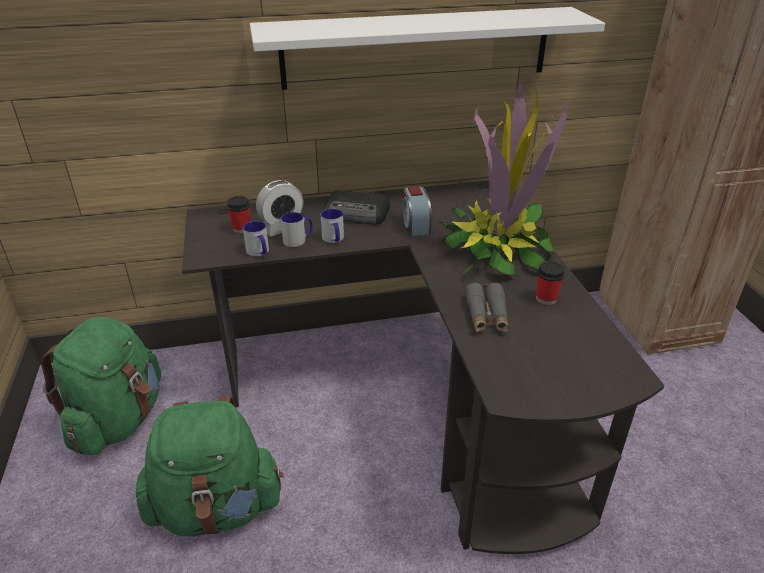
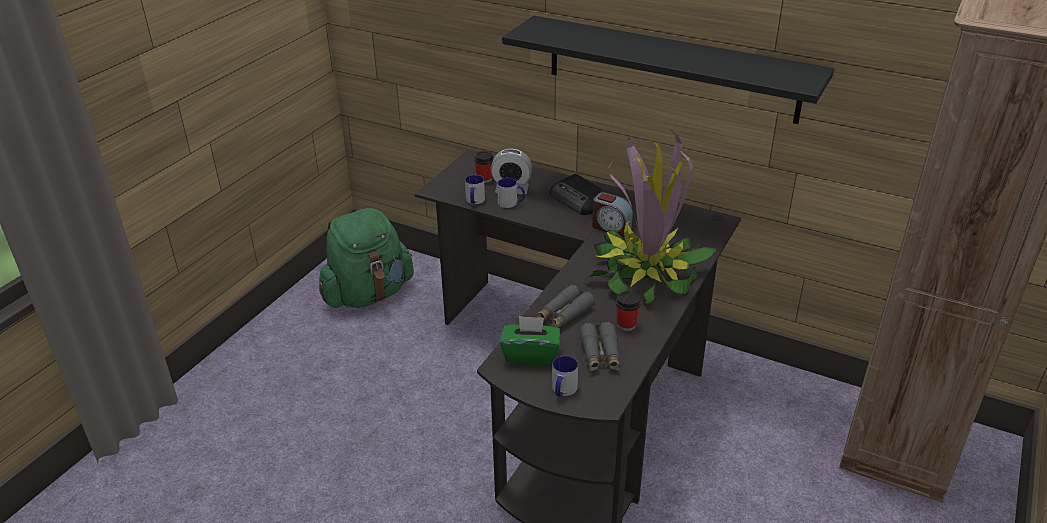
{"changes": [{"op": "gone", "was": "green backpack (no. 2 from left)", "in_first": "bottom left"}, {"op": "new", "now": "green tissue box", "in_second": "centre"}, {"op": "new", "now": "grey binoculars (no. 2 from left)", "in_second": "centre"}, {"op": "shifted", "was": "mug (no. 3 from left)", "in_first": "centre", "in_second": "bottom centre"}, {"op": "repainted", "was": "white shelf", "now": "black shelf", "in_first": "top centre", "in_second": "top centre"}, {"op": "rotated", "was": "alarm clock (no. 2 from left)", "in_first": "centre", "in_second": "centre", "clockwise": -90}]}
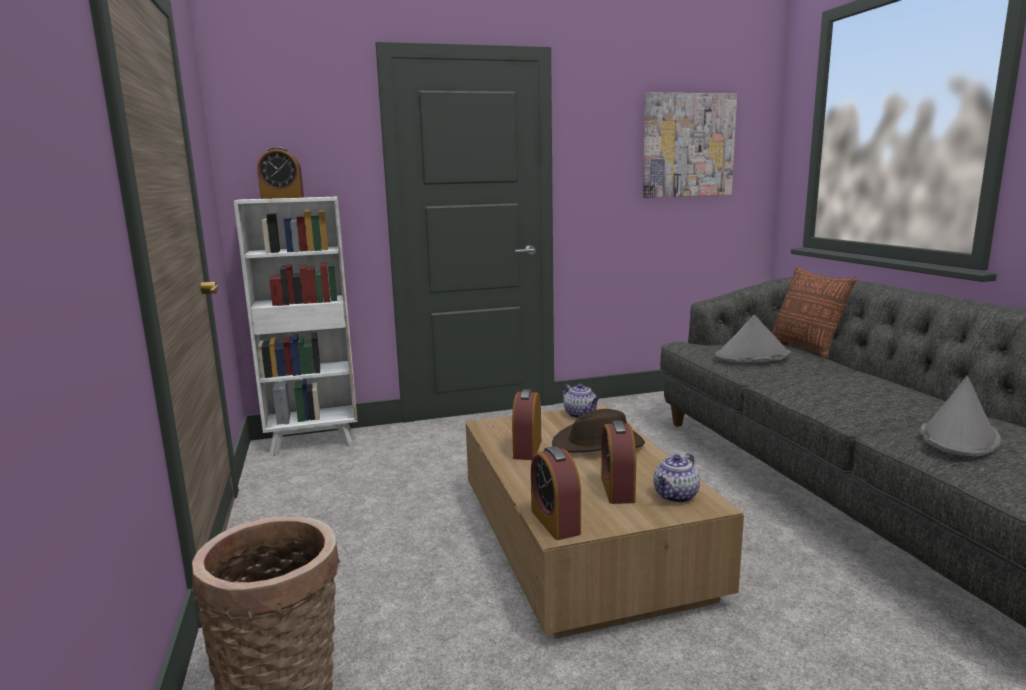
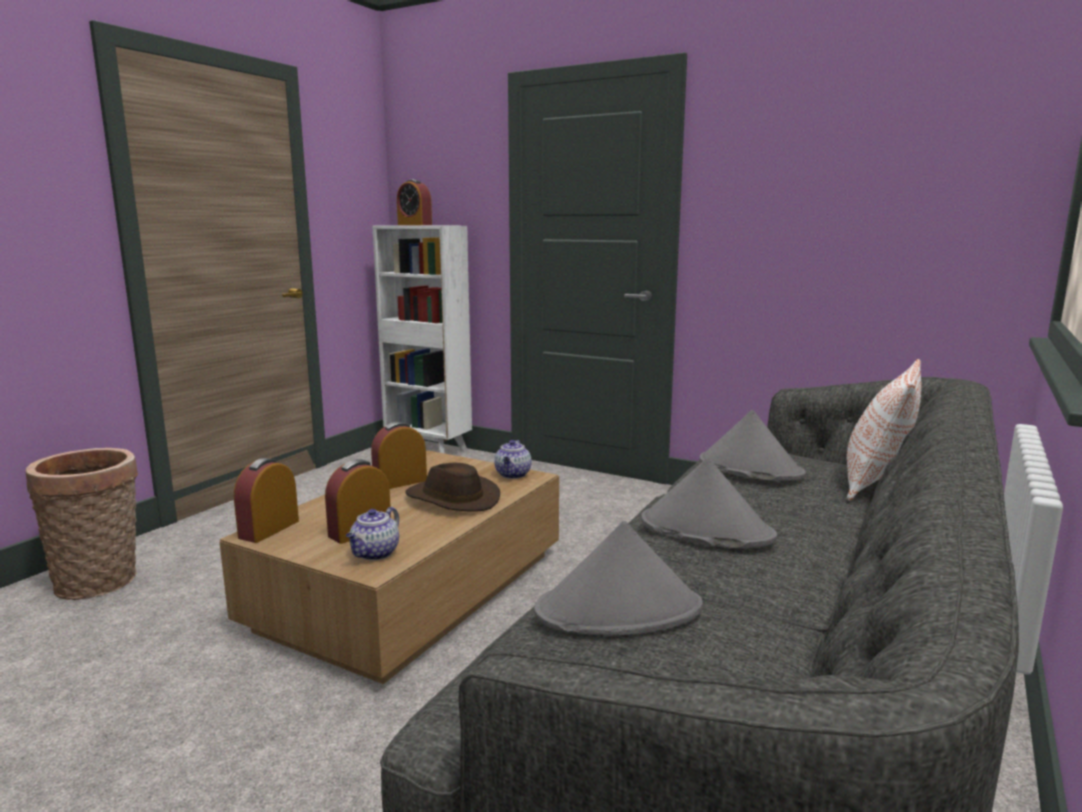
{"changes": [{"op": "gone", "was": "picture", "in_first": "top right"}, {"op": "new", "now": "grey hat (no. 2 from left)", "in_second": "centre"}, {"op": "repainted", "was": "brown pillow", "now": "white pillow", "in_first": "middle right", "in_second": "middle right"}, {"op": "rotated", "was": "teapot (no. 2 from left in the first image)", "in_first": "bottom centre", "in_second": "centre", "clockwise": -60}]}
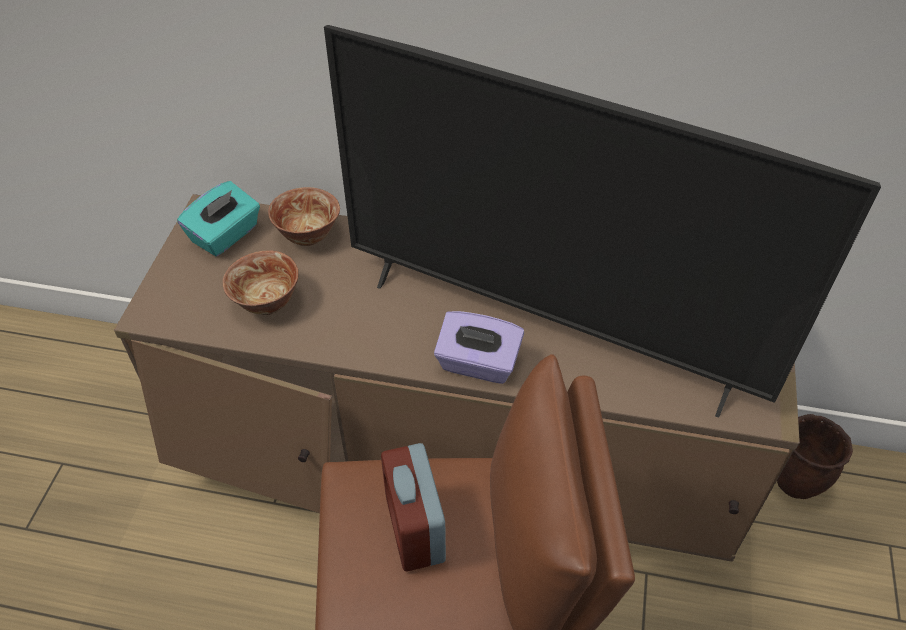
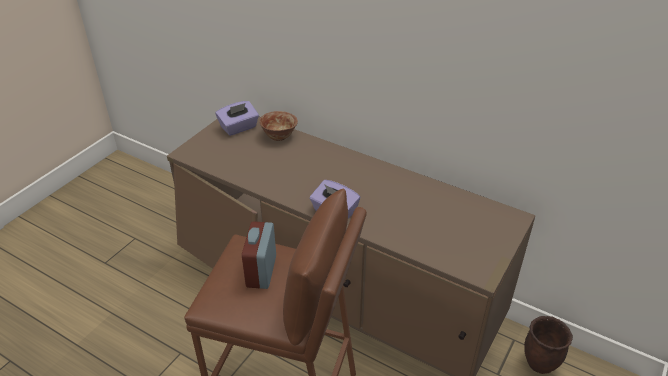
{"changes": [{"op": "gone", "was": "bowl (no. 1 from left)", "in_first": "middle left"}, {"op": "gone", "was": "television", "in_first": "centre"}, {"op": "repainted", "was": "turquoise tissue box", "now": "purple tissue box (no. 1 from left)", "in_first": "middle left", "in_second": "top centre"}]}
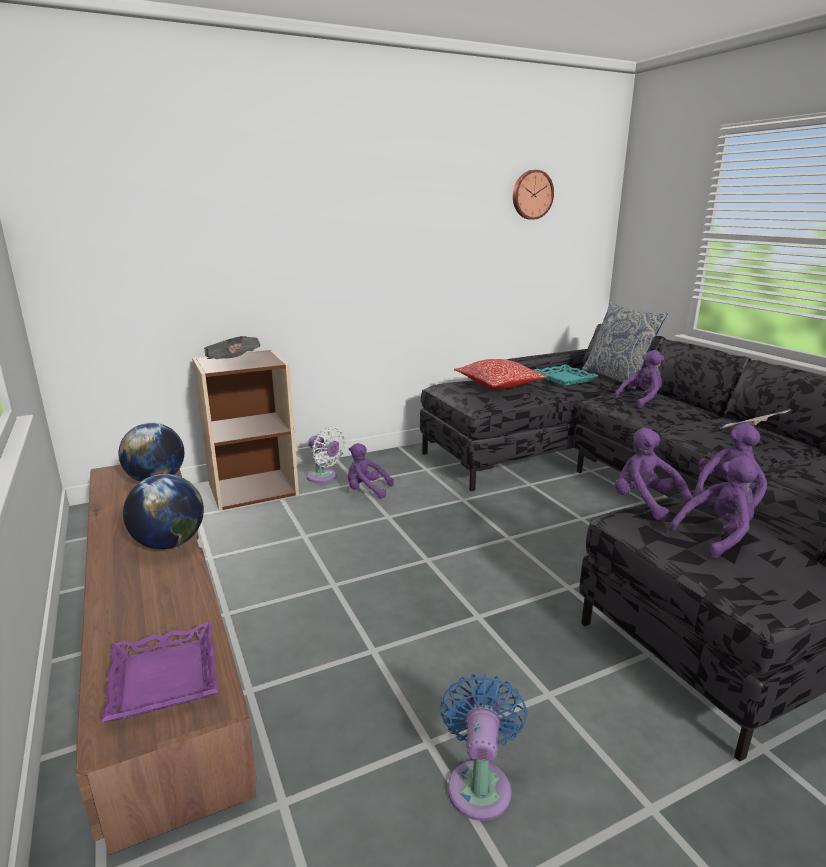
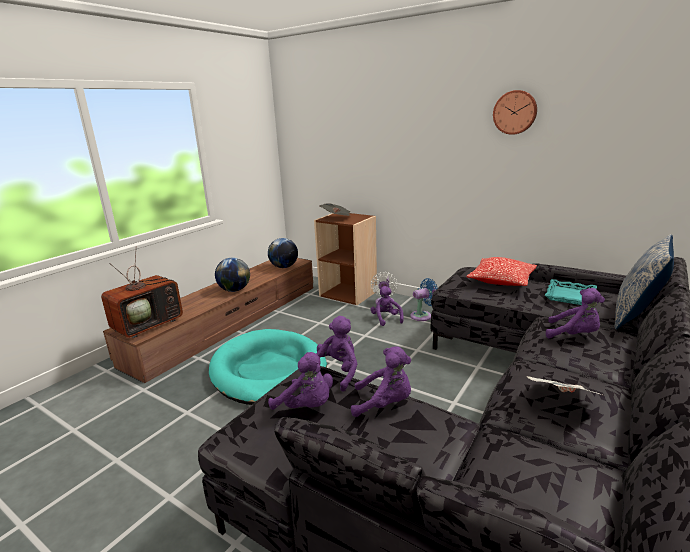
{"changes": [{"op": "new", "now": "turquoise dog bed", "in_second": "centre"}, {"op": "shifted", "was": "blue fan", "in_first": "bottom centre", "in_second": "centre"}, {"op": "shifted", "was": "wall clock", "in_first": "top centre", "in_second": "top right"}, {"op": "swapped", "was": "purple tray", "now": "television", "in_first": "bottom left", "in_second": "middle left"}]}
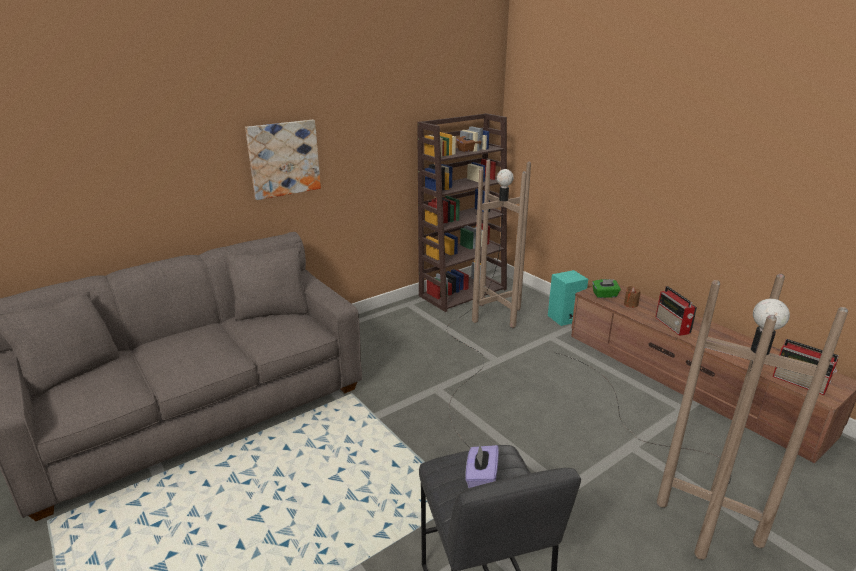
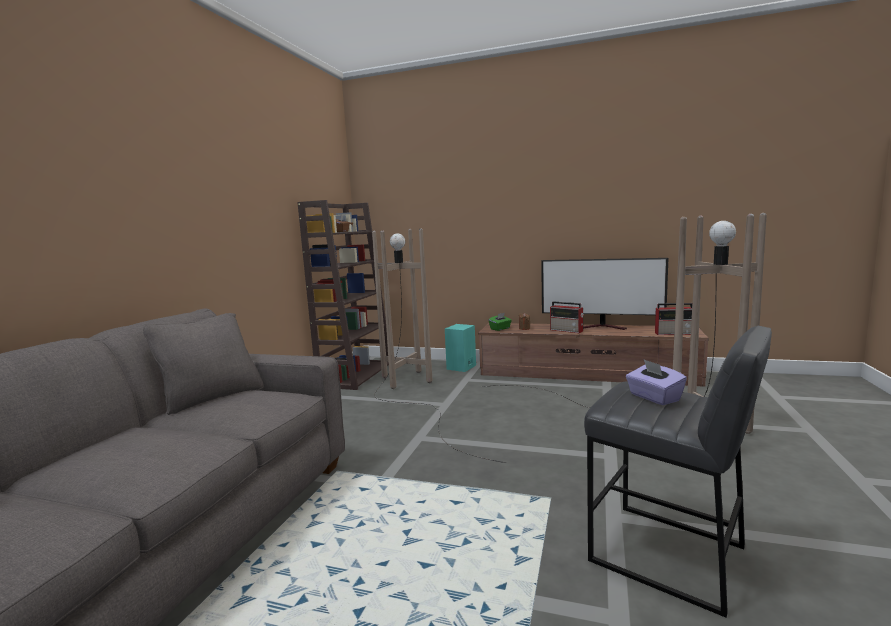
{"changes": [{"op": "gone", "was": "picture", "in_first": "top left"}, {"op": "new", "now": "television", "in_second": "middle right"}]}
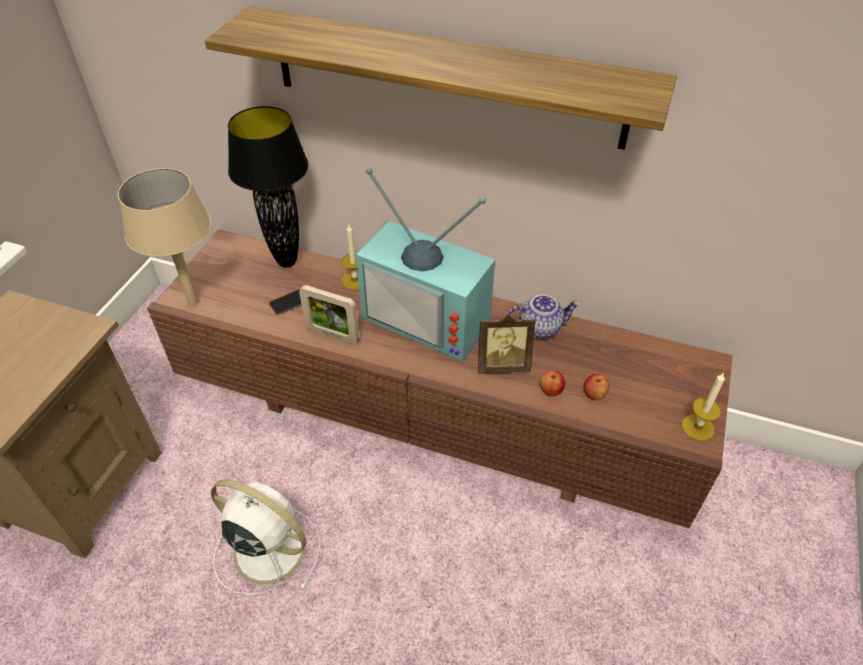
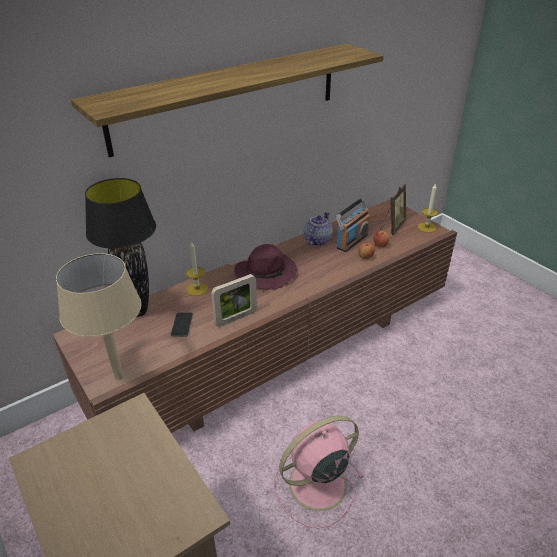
{"changes": [{"op": "new", "now": "radio", "in_second": "centre"}, {"op": "shifted", "was": "picture frame (no. 2 from left)", "in_first": "centre", "in_second": "middle right"}, {"op": "swapped", "was": "television", "now": "purple hat", "in_first": "centre", "in_second": "centre"}, {"op": "repainted", "was": "white fan", "now": "pink fan", "in_first": "bottom left", "in_second": "bottom centre"}]}
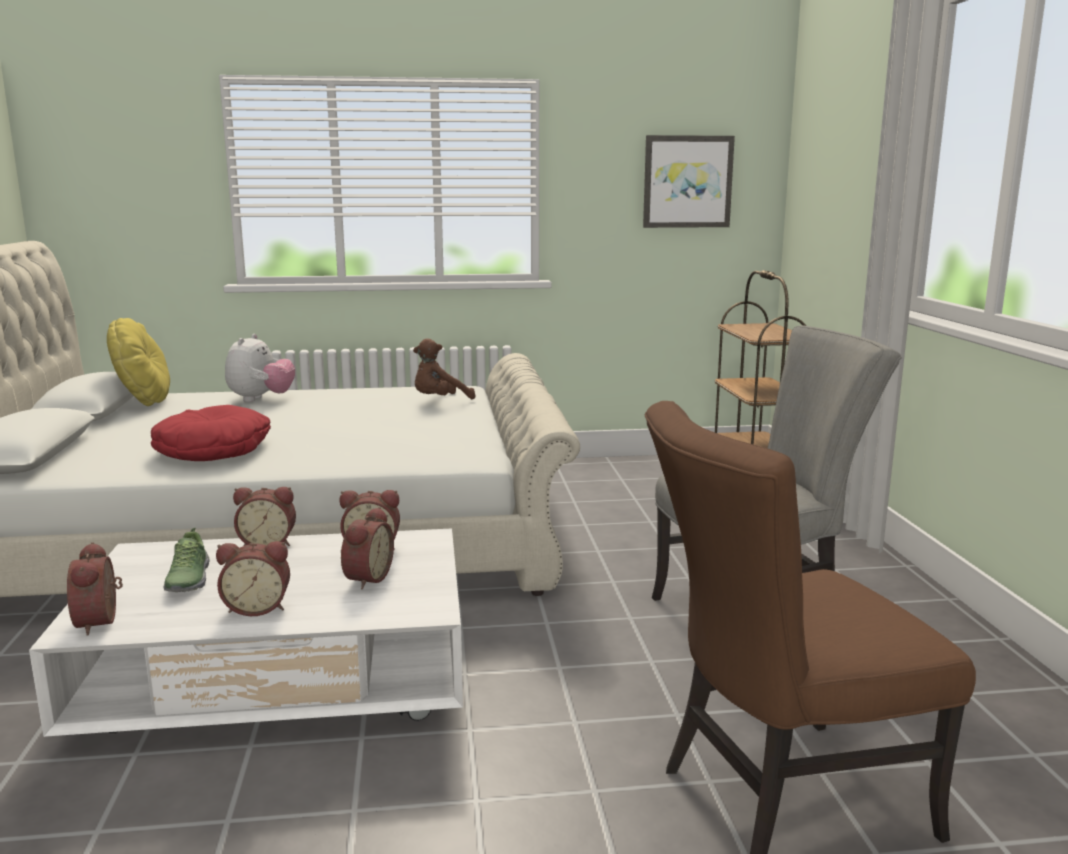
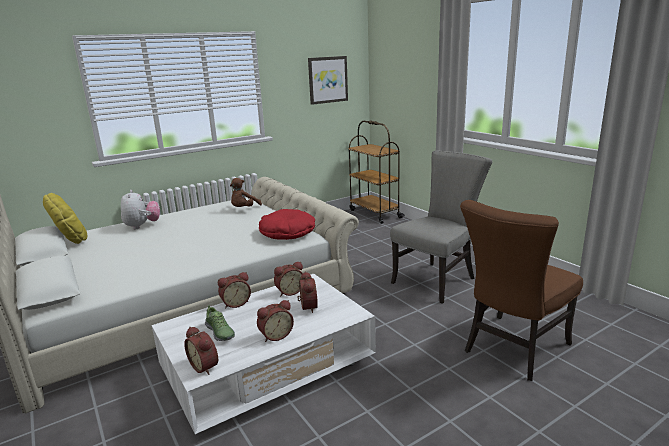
{"changes": [{"op": "shifted", "was": "red pillow", "in_first": "middle left", "in_second": "centre"}]}
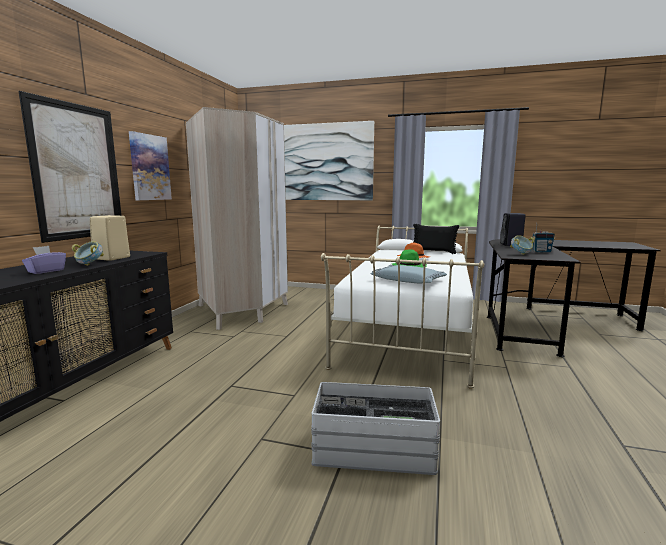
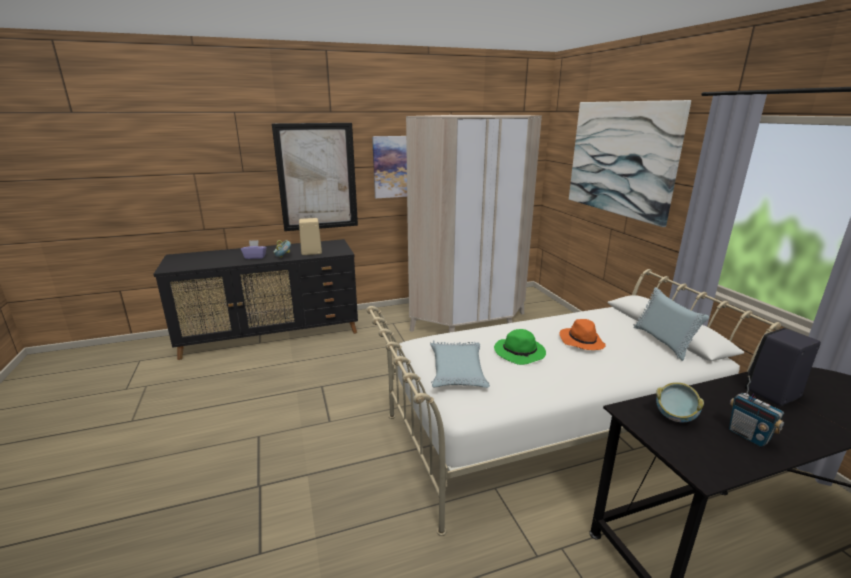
{"changes": [{"op": "gone", "was": "grey storage box", "in_first": "bottom centre"}, {"op": "repainted", "was": "black pillow", "now": "blue pillow (no. 2 from left)", "in_first": "centre", "in_second": "middle right"}]}
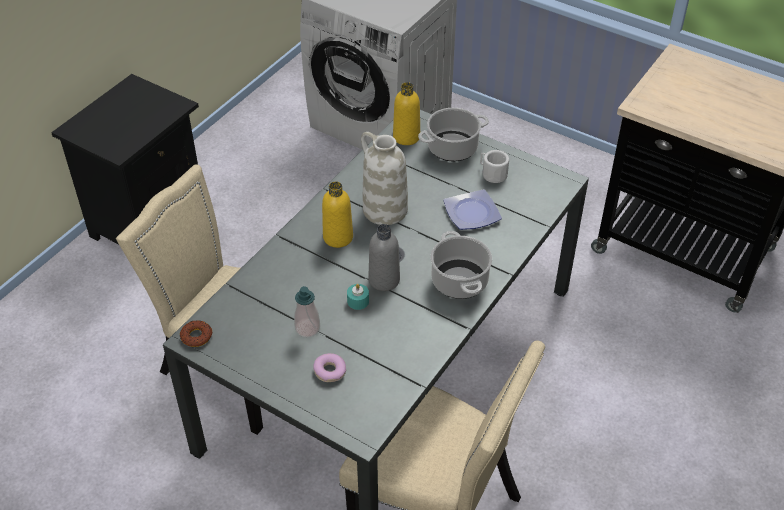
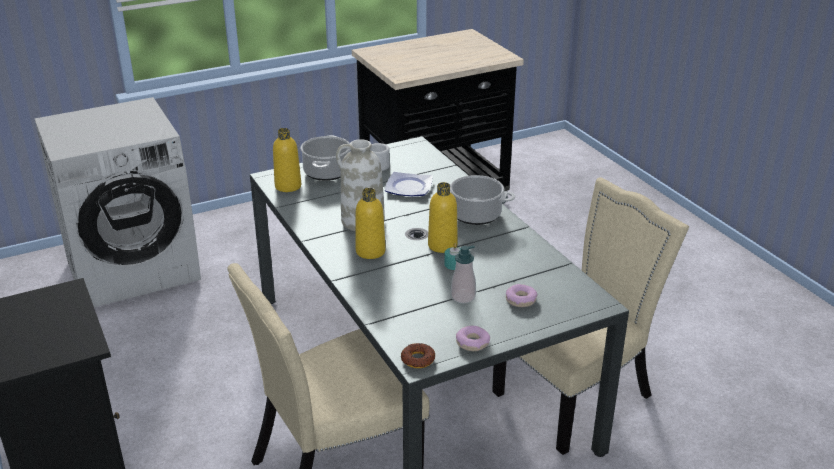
{"changes": [{"op": "new", "now": "donut (no. 2 from left)", "in_second": "bottom centre"}, {"op": "repainted", "was": "grey bottle", "now": "yellow bottle (no. 3 from left)", "in_first": "centre", "in_second": "centre"}]}
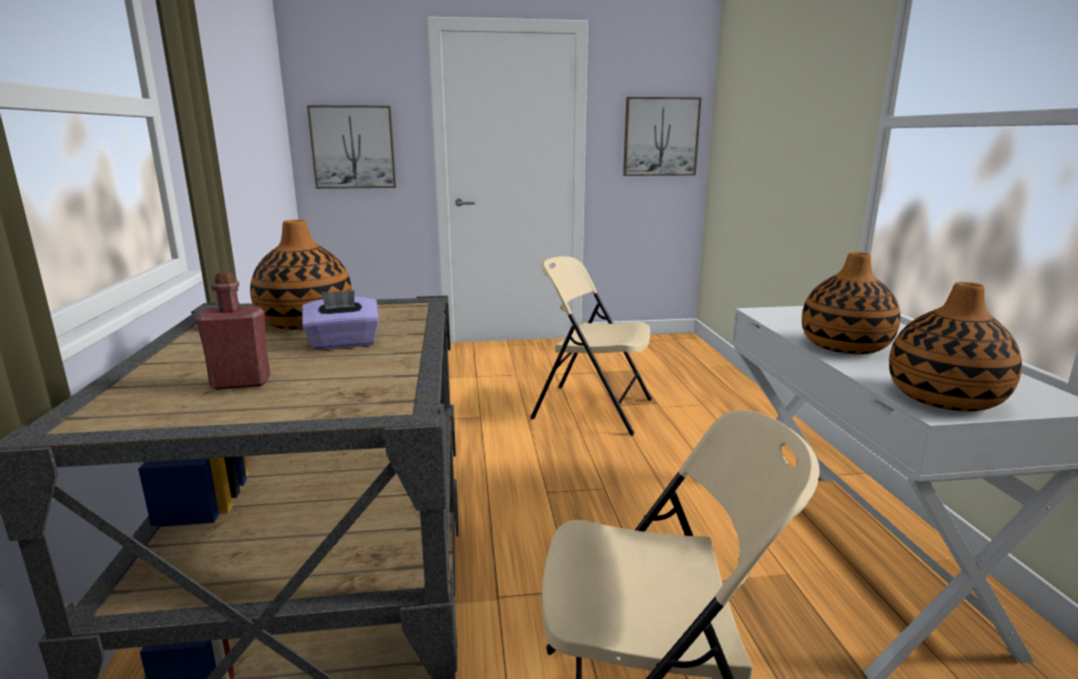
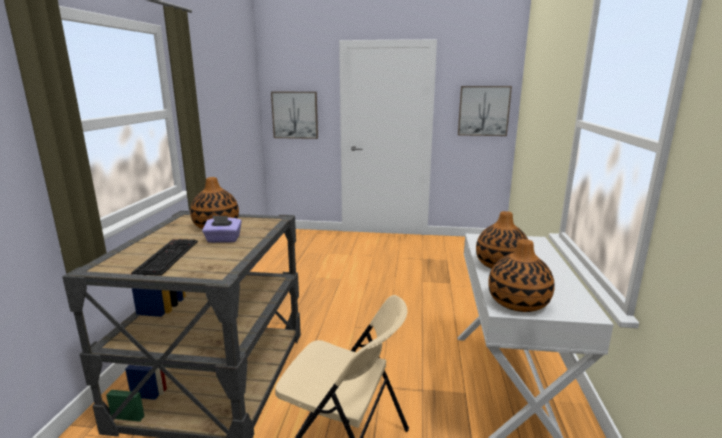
{"changes": [{"op": "gone", "was": "beige chair (no. 1 from left)", "in_first": "centre"}, {"op": "swapped", "was": "red bottle", "now": "keyboard", "in_first": "middle left", "in_second": "middle left"}]}
